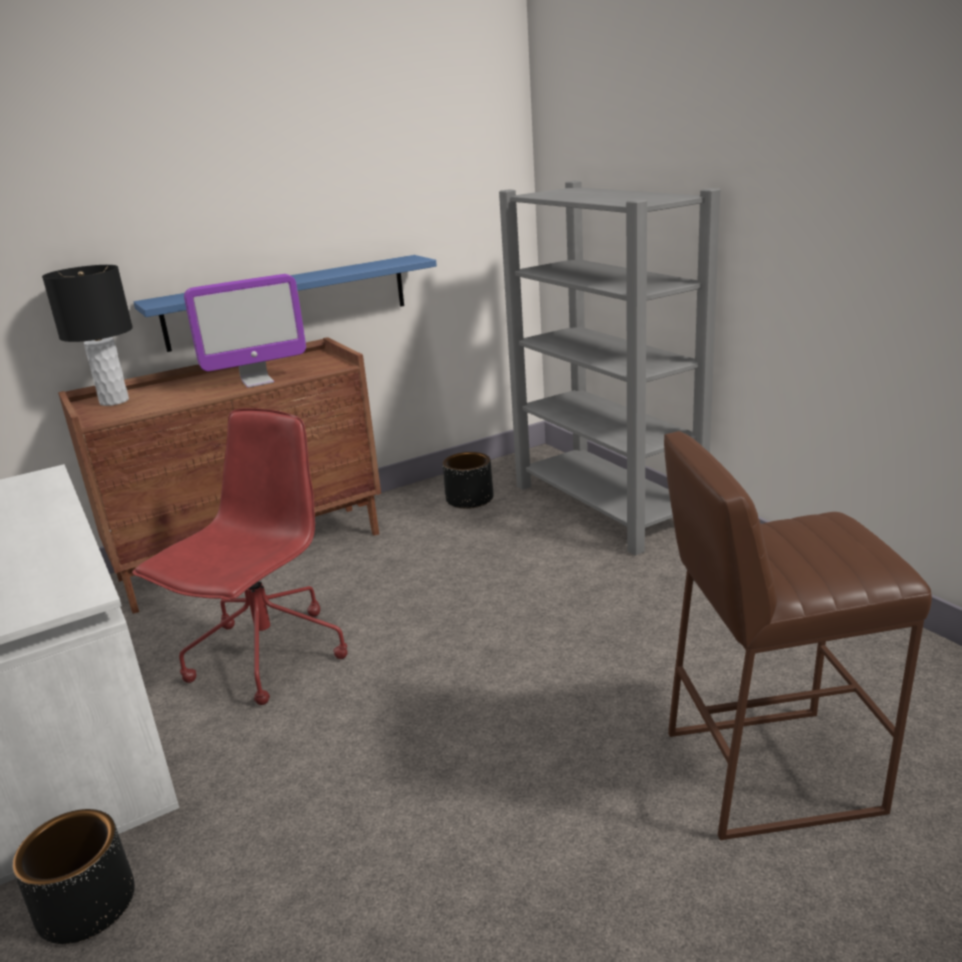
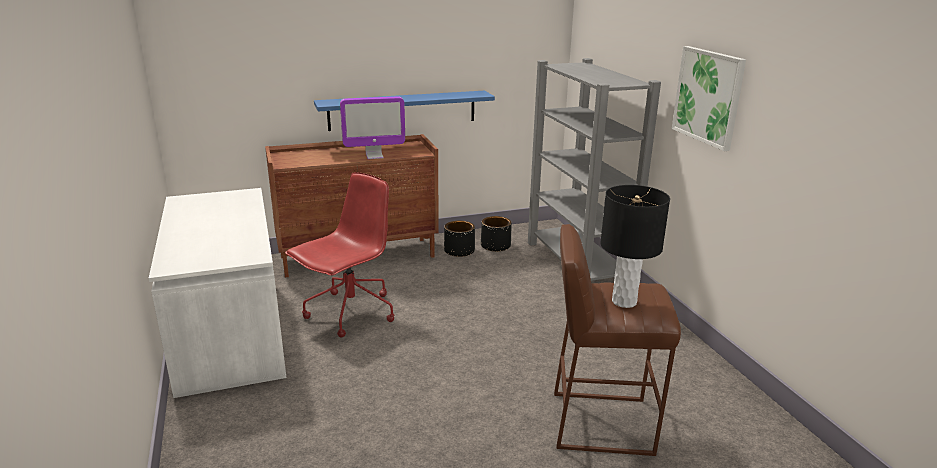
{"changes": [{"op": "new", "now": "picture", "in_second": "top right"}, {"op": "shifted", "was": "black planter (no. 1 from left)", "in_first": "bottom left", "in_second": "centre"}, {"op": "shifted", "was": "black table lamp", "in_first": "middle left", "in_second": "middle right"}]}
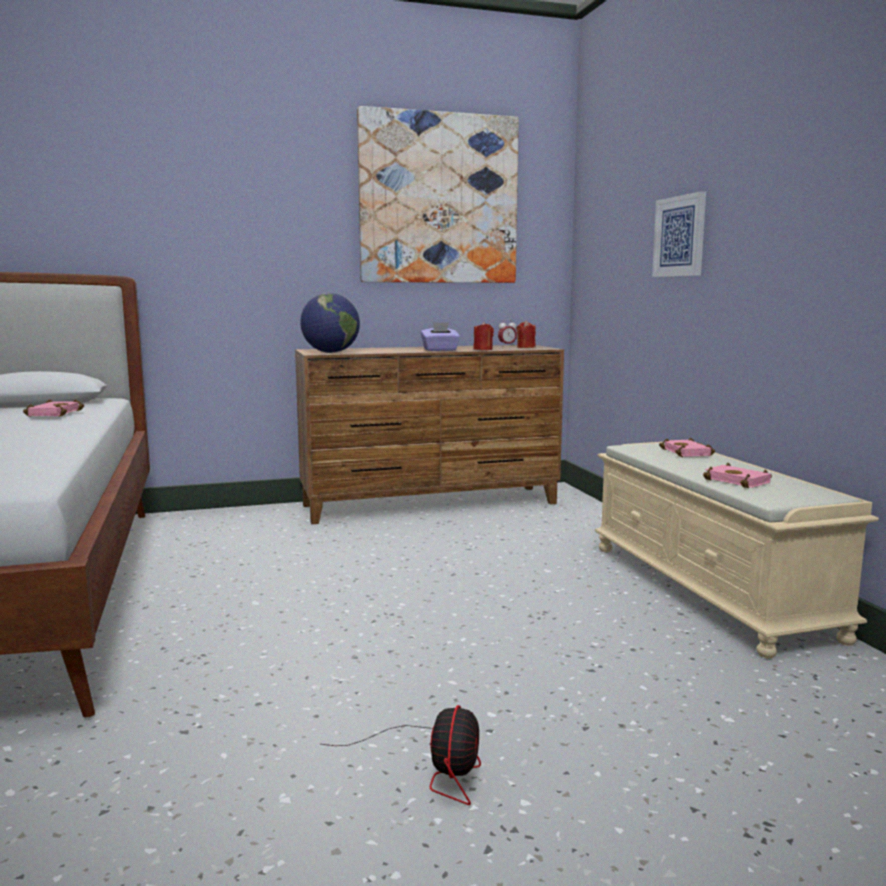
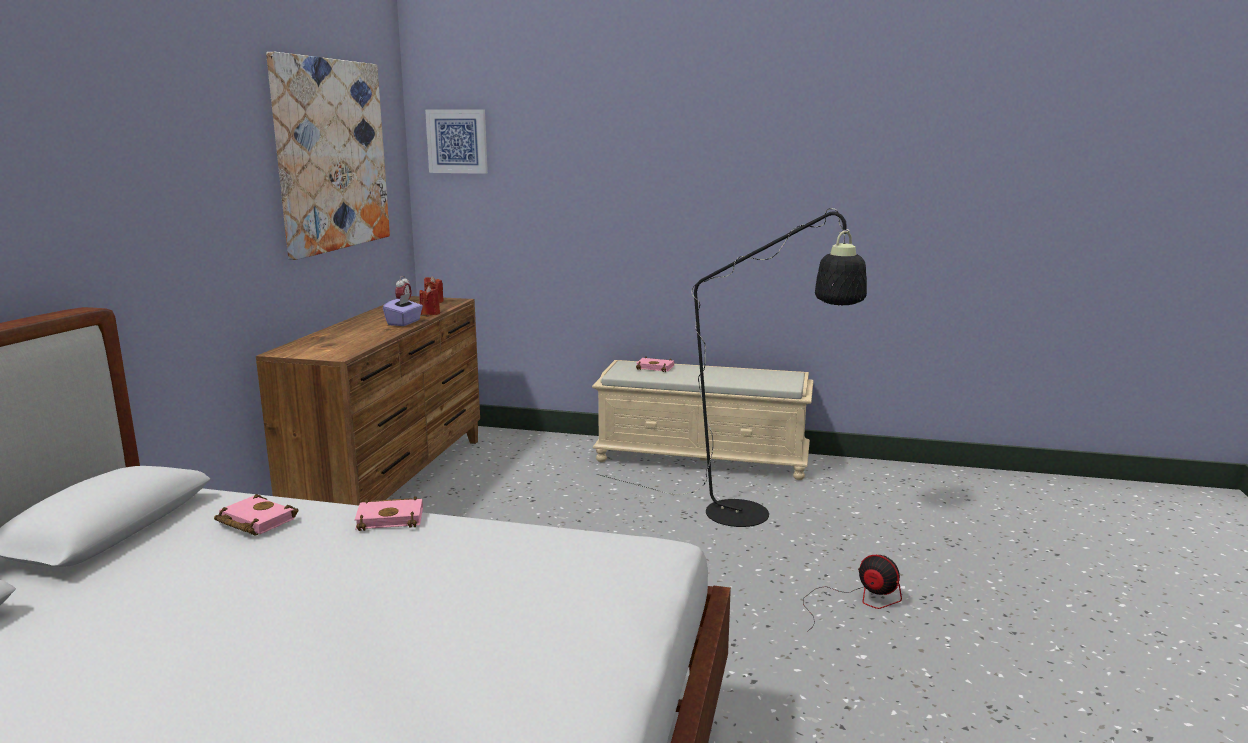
{"changes": [{"op": "gone", "was": "globe", "in_first": "centre"}, {"op": "new", "now": "black floor lamp", "in_second": "centre"}, {"op": "shifted", "was": "picture (no. 2 from left)", "in_first": "top right", "in_second": "top centre"}, {"op": "shifted", "was": "pink book (no. 3 from left in the first image)", "now": "pink book (no. 2 from left)", "in_first": "middle right", "in_second": "bottom left"}]}
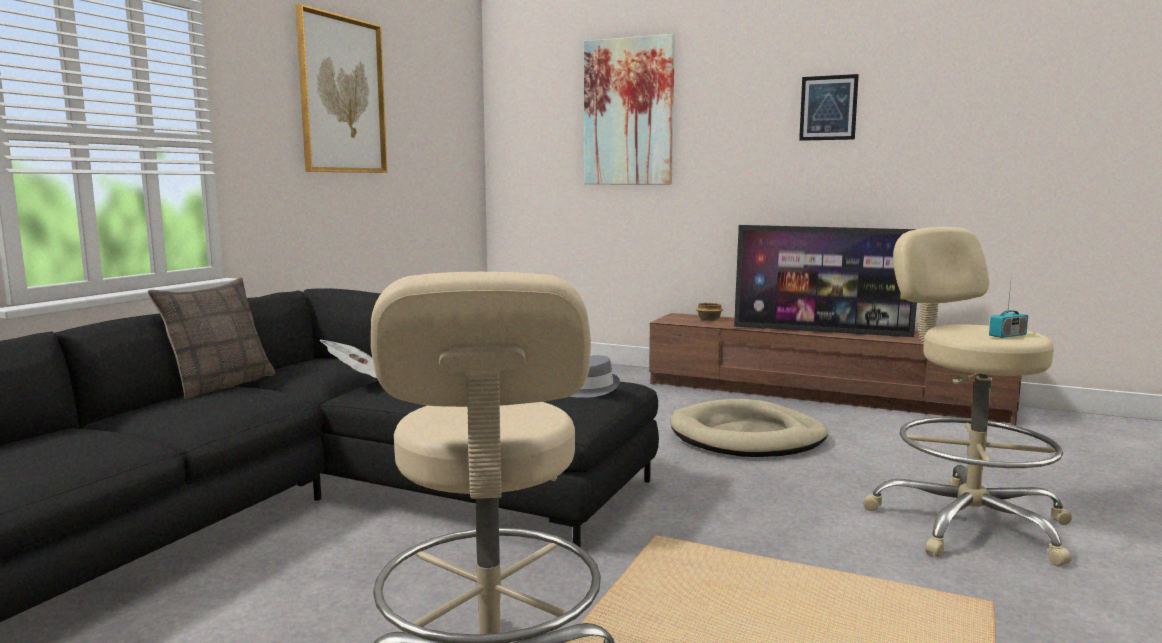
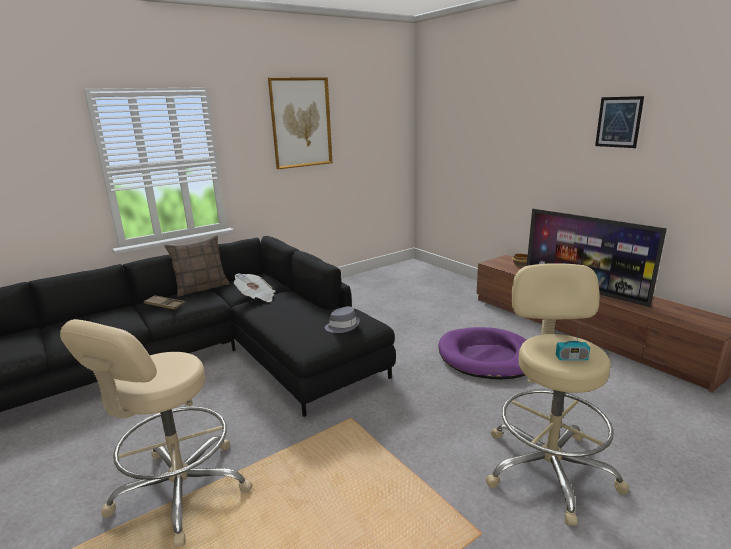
{"changes": [{"op": "gone", "was": "picture (no. 2 from left)", "in_first": "top centre"}, {"op": "new", "now": "brown tray", "in_second": "middle left"}, {"op": "repainted", "was": "beige dog bed", "now": "purple dog bed", "in_first": "centre", "in_second": "centre"}]}
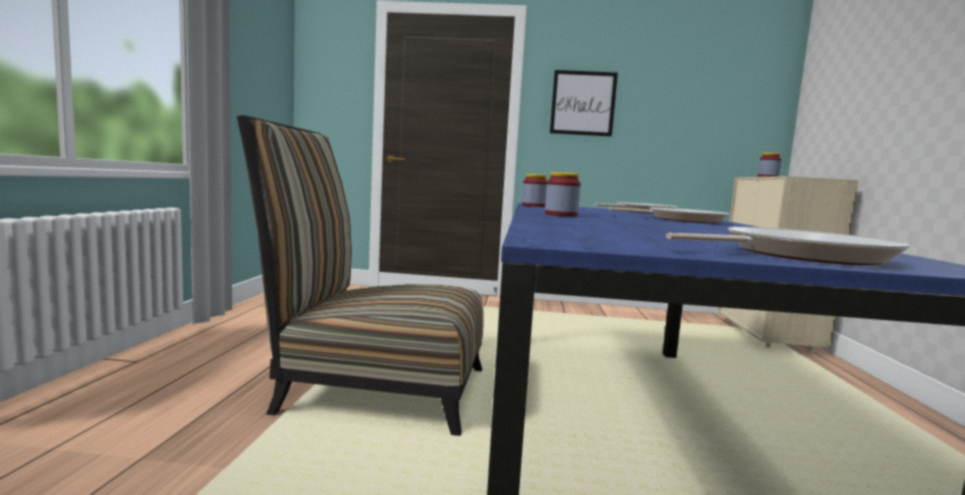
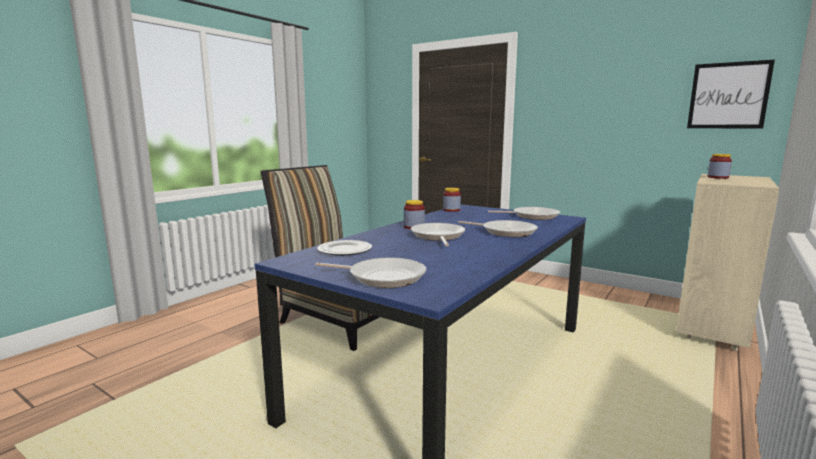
{"changes": [{"op": "new", "now": "plate", "in_second": "centre"}, {"op": "new", "now": "frying pan (no. 2 from left)", "in_second": "centre"}, {"op": "shifted", "was": "picture", "in_first": "top centre", "in_second": "top right"}]}
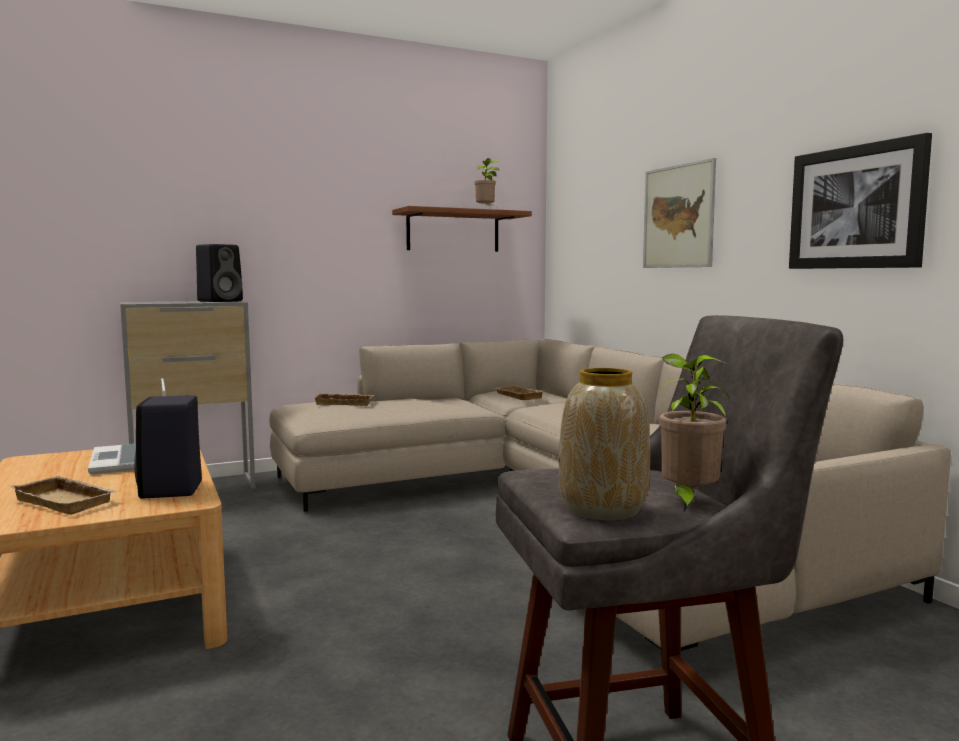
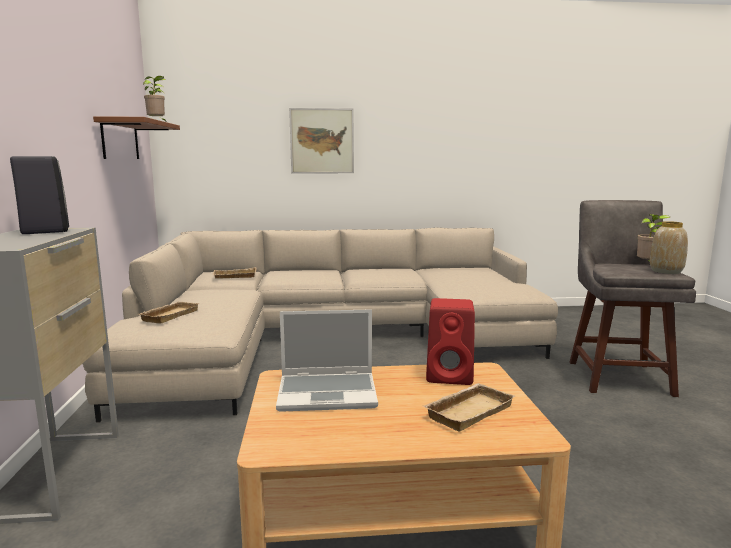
{"changes": [{"op": "gone", "was": "picture (no. 2 from left)", "in_first": "top right"}, {"op": "repainted", "was": "black speaker (no. 1 from left)", "now": "red speaker", "in_first": "middle left", "in_second": "centre"}]}
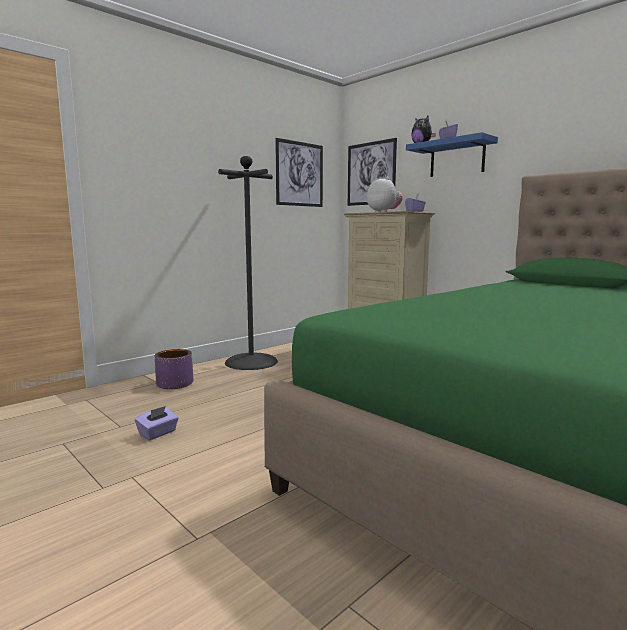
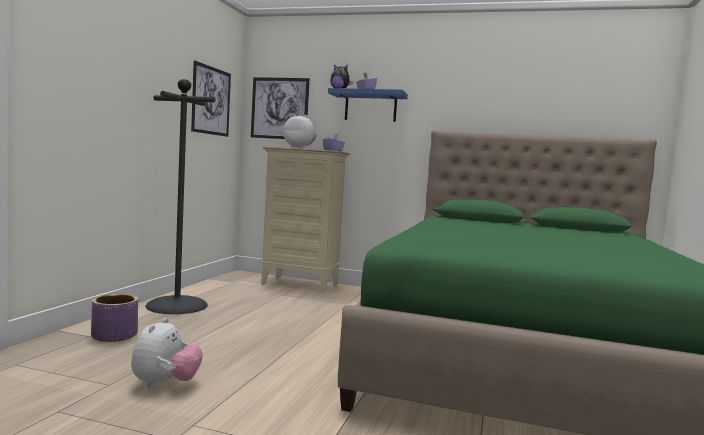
{"changes": [{"op": "swapped", "was": "purple tissue box (no. 1 from left)", "now": "plush toy (no. 1 from left)", "in_first": "bottom left", "in_second": "bottom left"}]}
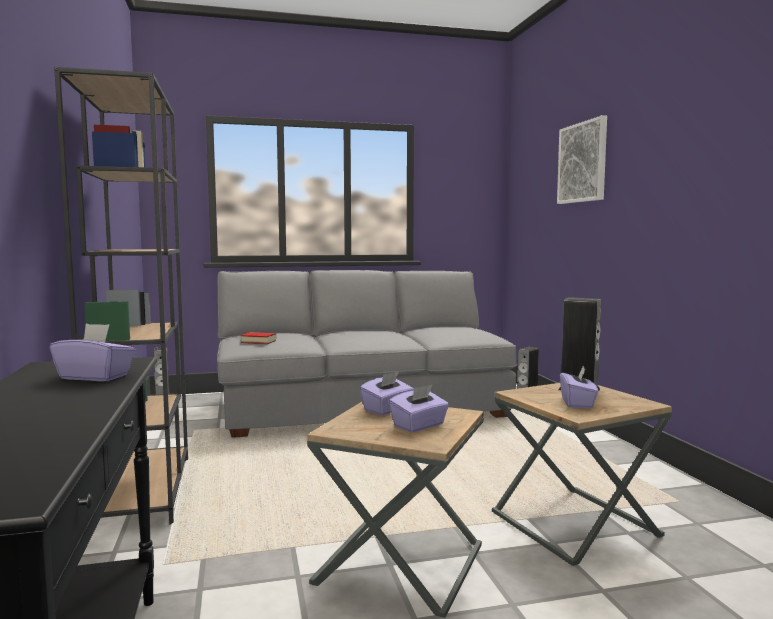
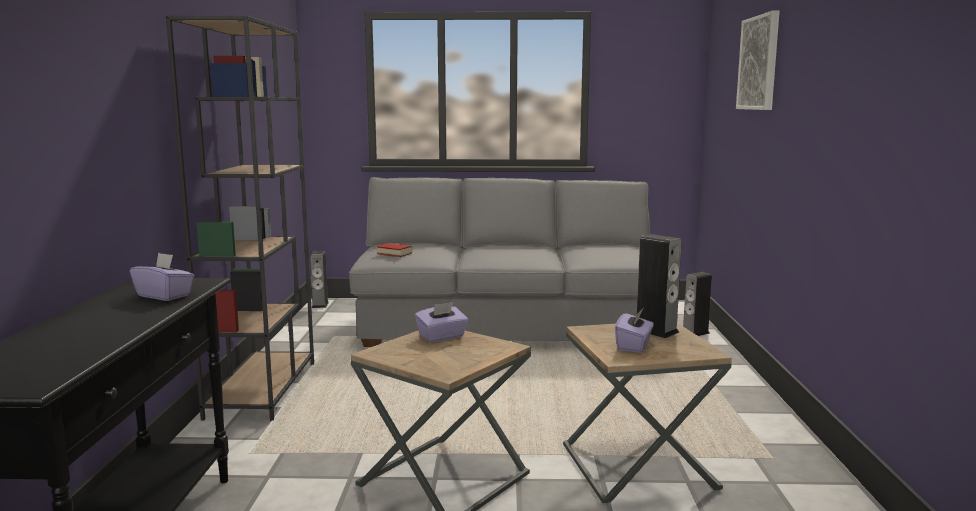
{"changes": [{"op": "gone", "was": "purple tissue box (no. 3 from left)", "in_first": "centre"}]}
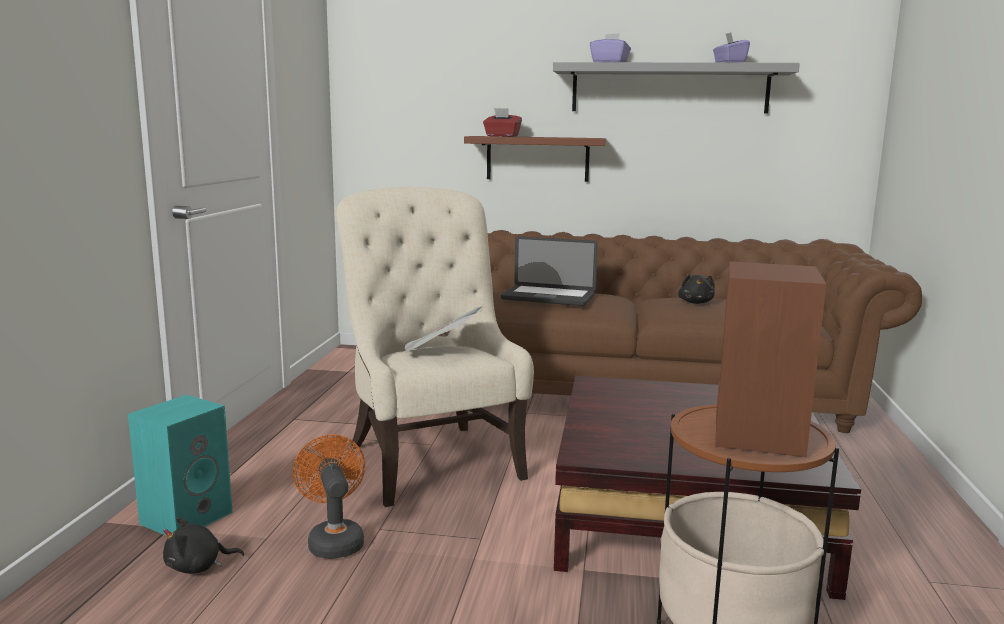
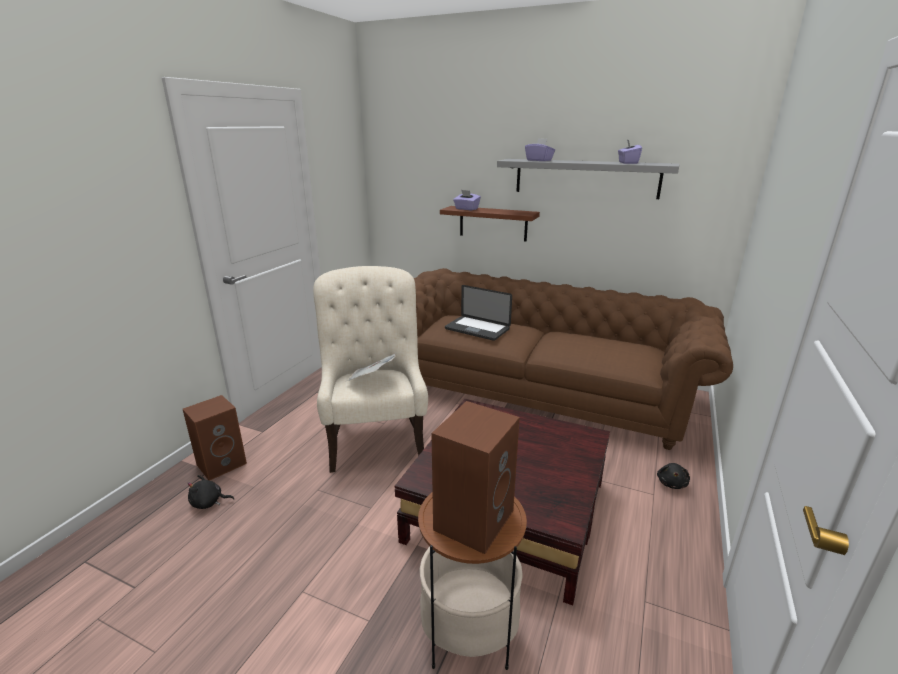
{"changes": [{"op": "gone", "was": "orange fan", "in_first": "bottom left"}, {"op": "shifted", "was": "black plush toy (no. 2 from left)", "in_first": "middle right", "in_second": "bottom right"}, {"op": "repainted", "was": "turquoise speaker", "now": "brown speaker (no. 1 from left)", "in_first": "bottom left", "in_second": "middle left"}, {"op": "repainted", "was": "red tissue box", "now": "purple tissue box (no. 1 from left)", "in_first": "top centre", "in_second": "top centre"}]}
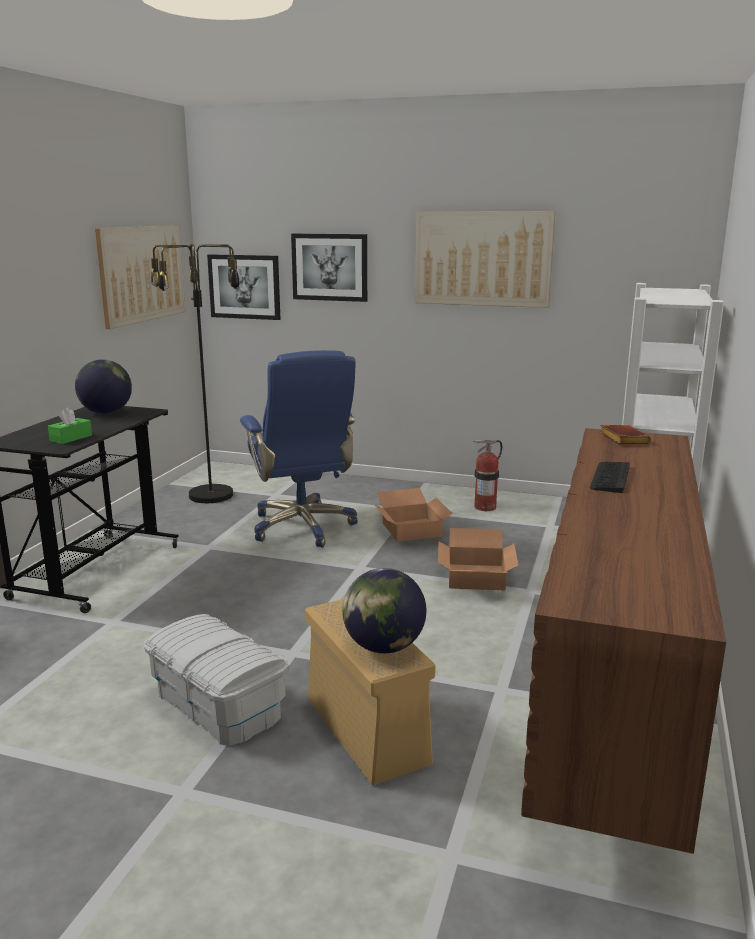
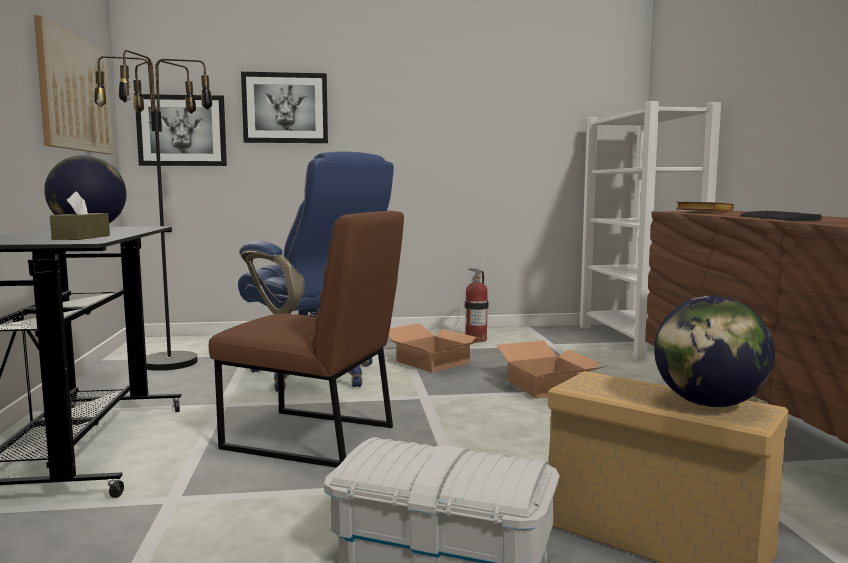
{"changes": [{"op": "gone", "was": "picture (no. 4 from left)", "in_first": "top centre"}, {"op": "new", "now": "brown chair", "in_second": "centre"}, {"op": "repainted", "was": "green tissue box", "now": "brown tissue box", "in_first": "middle left", "in_second": "middle left"}]}
